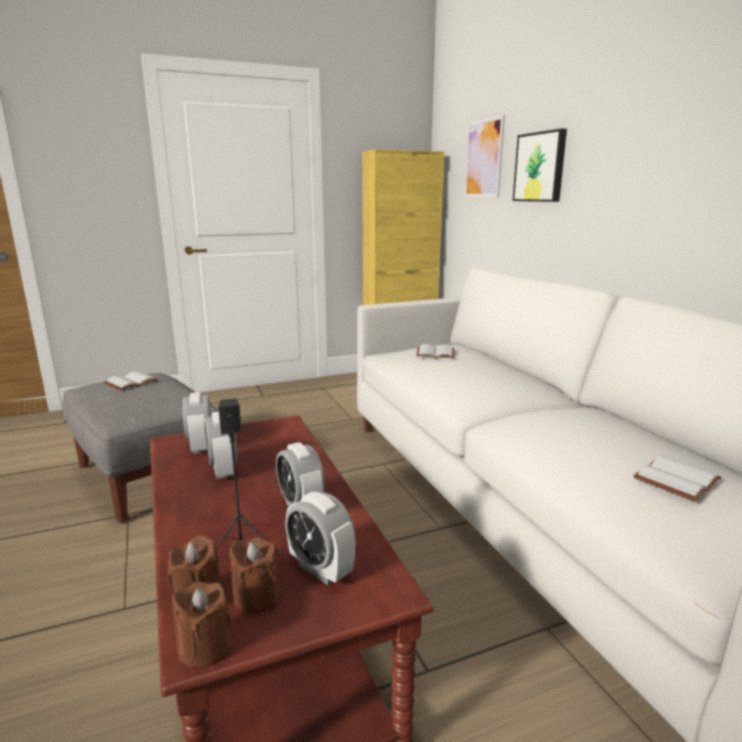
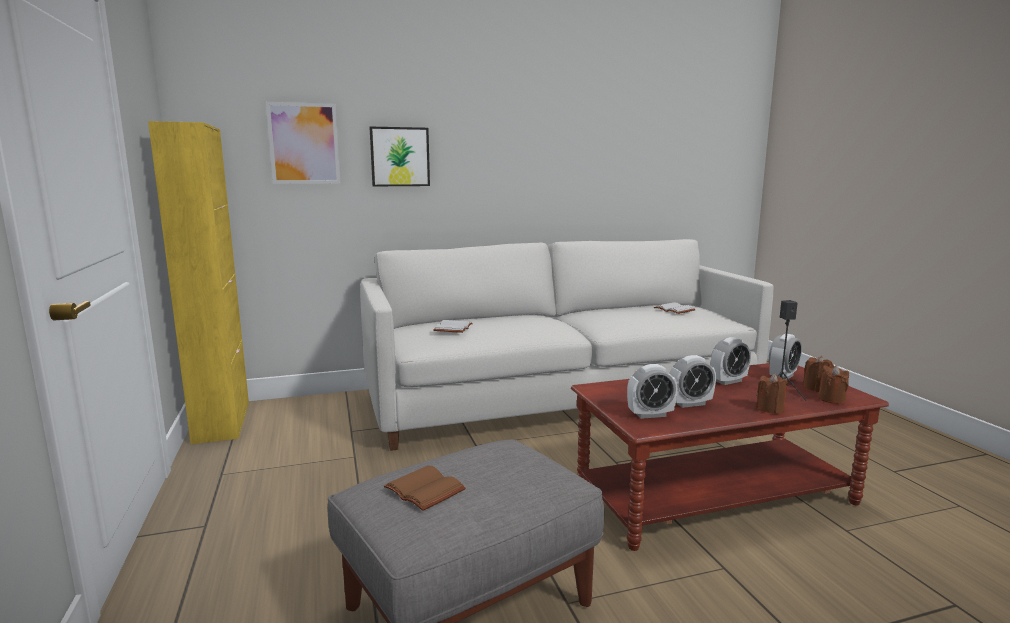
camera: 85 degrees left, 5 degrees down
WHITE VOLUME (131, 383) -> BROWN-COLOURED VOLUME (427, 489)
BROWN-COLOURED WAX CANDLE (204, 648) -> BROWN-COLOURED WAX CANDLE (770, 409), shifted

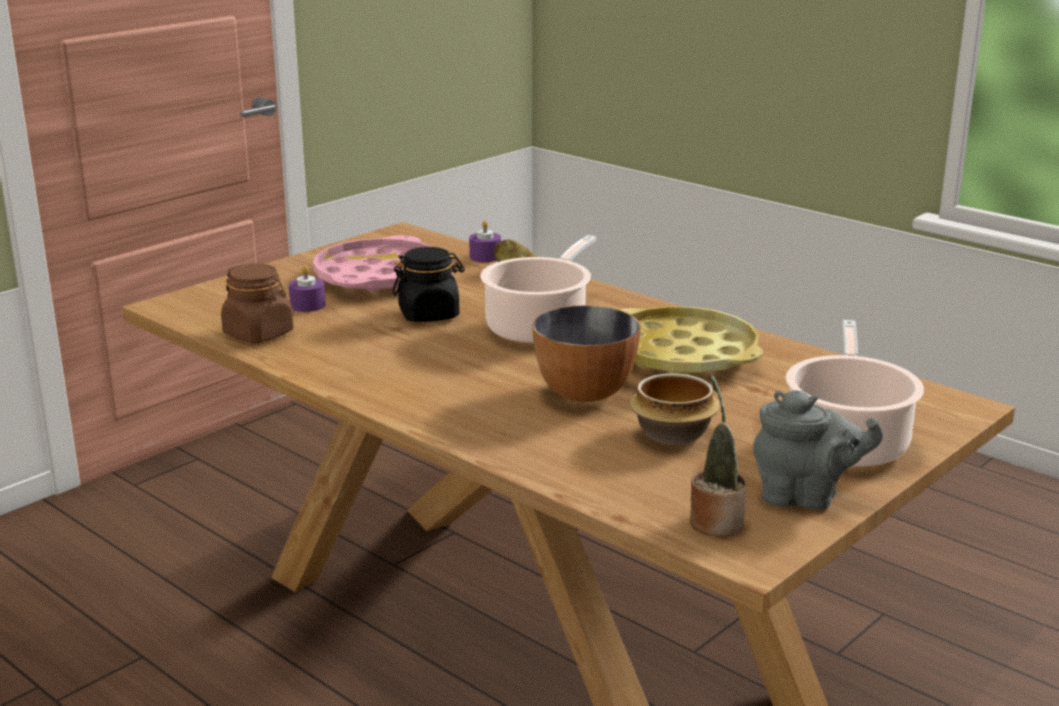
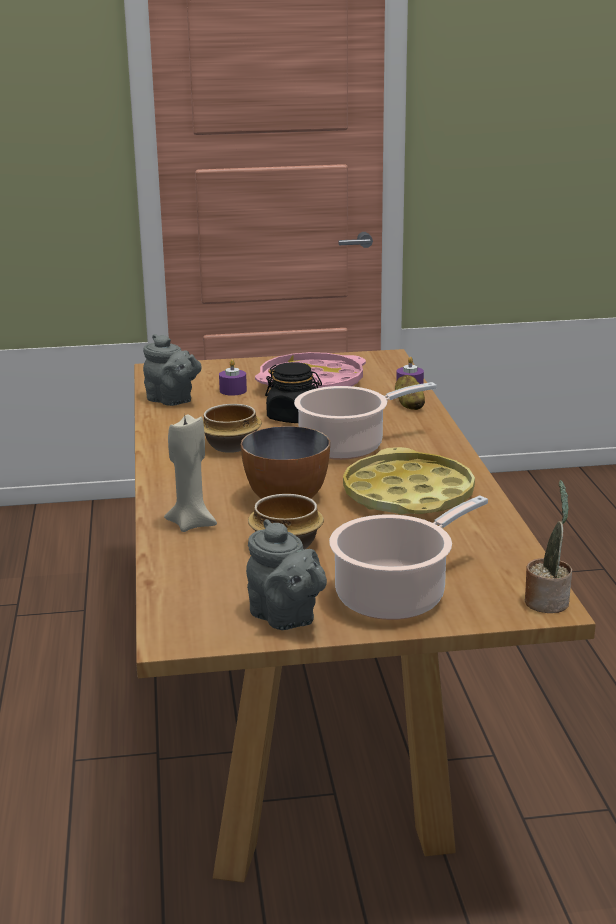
camera: 40 degrees right, 0 degrees up
BROWN-COLOURED PRESERVE JAR (259, 334) -> GREY TEA POT (172, 401)
POTTED PLANT (715, 520) -> POTTED PLANT (547, 600), shifted
none -> BEIGE WAX CANDLE (191, 523)
none -> DEEP DISH (232, 447)

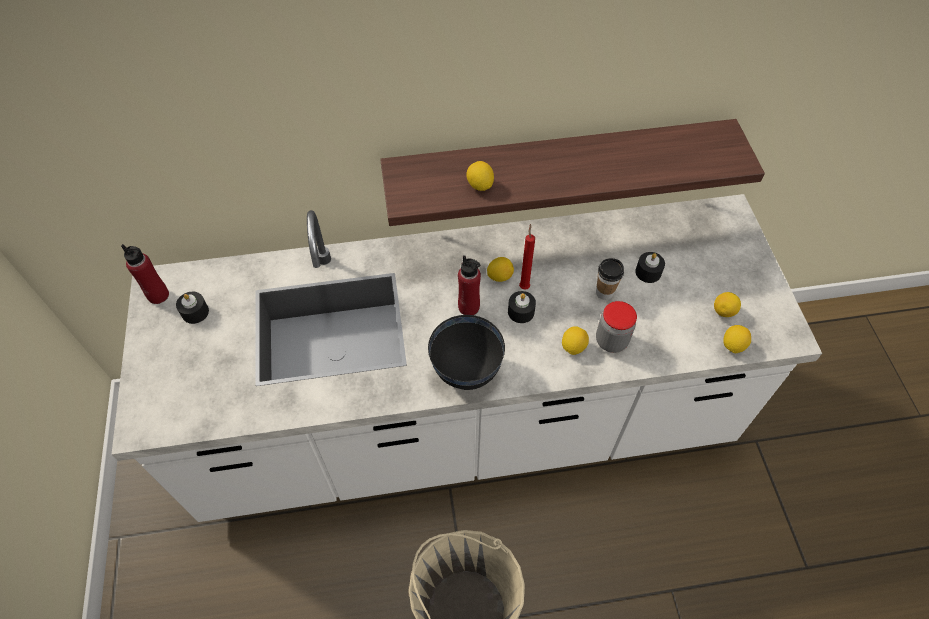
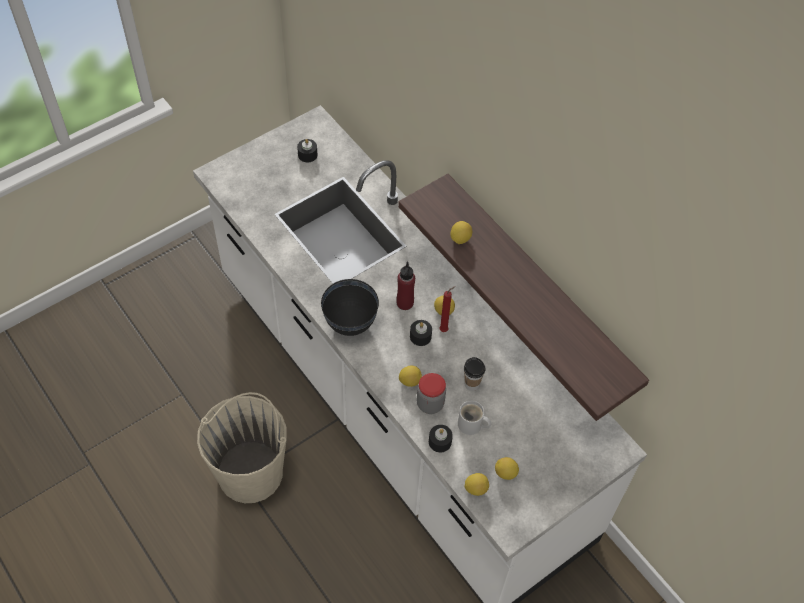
camera: 60 degrees right, 0 degrees up
RED-COLOURED BOTTLE (158, 295) -> none
BLACK WAX CANDLE (648, 272) -> BLACK WAX CANDLE (440, 441), shifted
none -> WHITE MUG (472, 425)

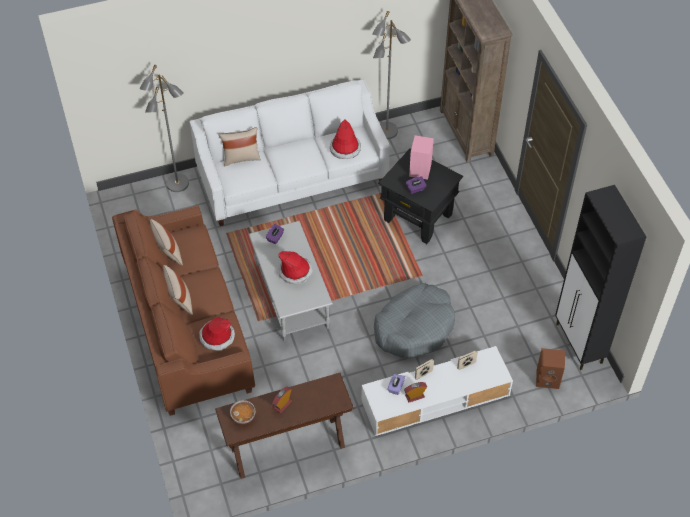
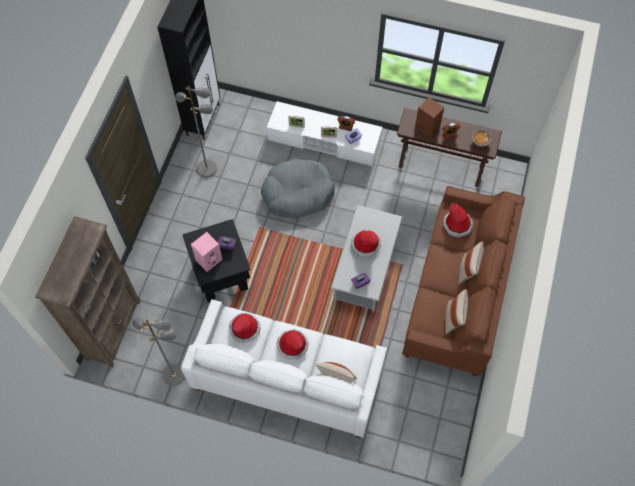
camera: 145 degrees left, 10 degrees up
GREY STANDING LAMP (177, 184) -> GREY STANDING LAMP (207, 168), shifted
BROWN-COLOURED AUDIO SPEAKER (548, 378) -> BROWN-COLOURED AUDIO SPEAKER (426, 127), shifted
none -> CLOTHING HAT (292, 345)

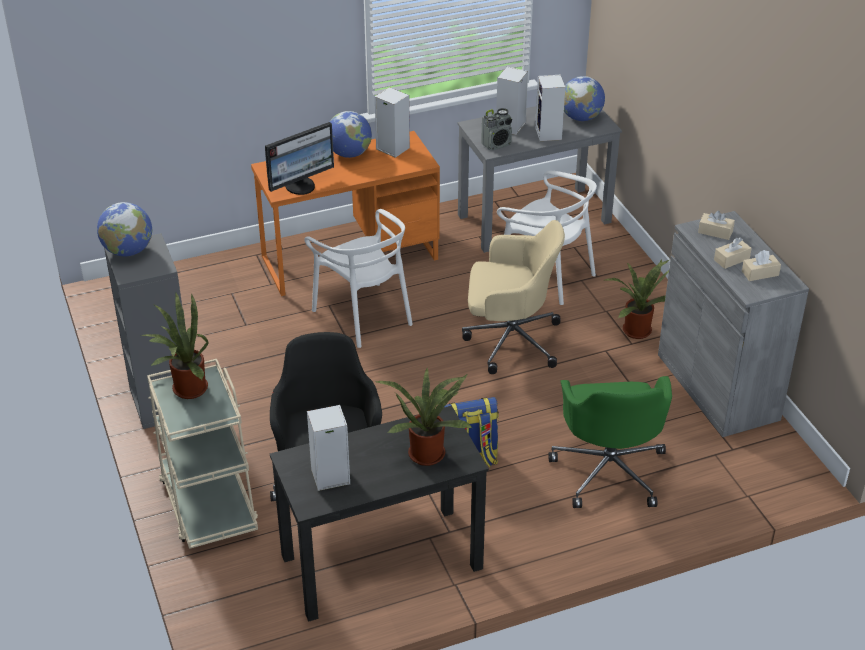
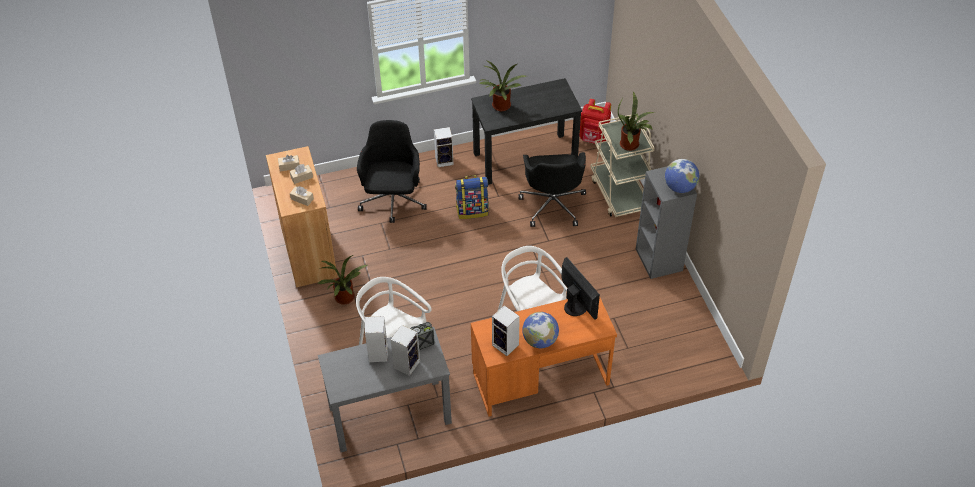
camera: 175 degrees left, 10 degrees up
COMPUTER SCREEN (301, 186) -> COMPUTER SCREEN (576, 306), 90 degrees clockwise
AUDIO SPEAKER (329, 478) -> AUDIO SPEAKER (445, 160), shifted
BEIGE DESK CHAIR (510, 340) -> none
GREEN DESK CHAIR (609, 470) -> BLACK DESK CHAIR (393, 201)
WORLD GLOBE (581, 118) -> none
GREY CABINET (717, 386) -> BROWN-COLOURED CABINET (308, 251)
none -> RED-COLOURED KNAPSACK (593, 139)

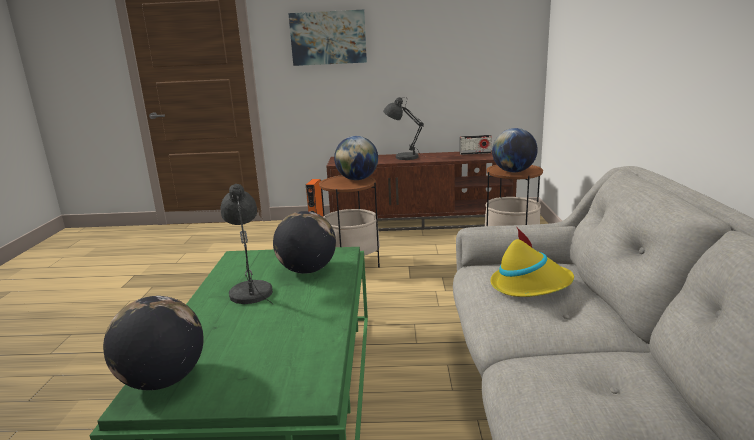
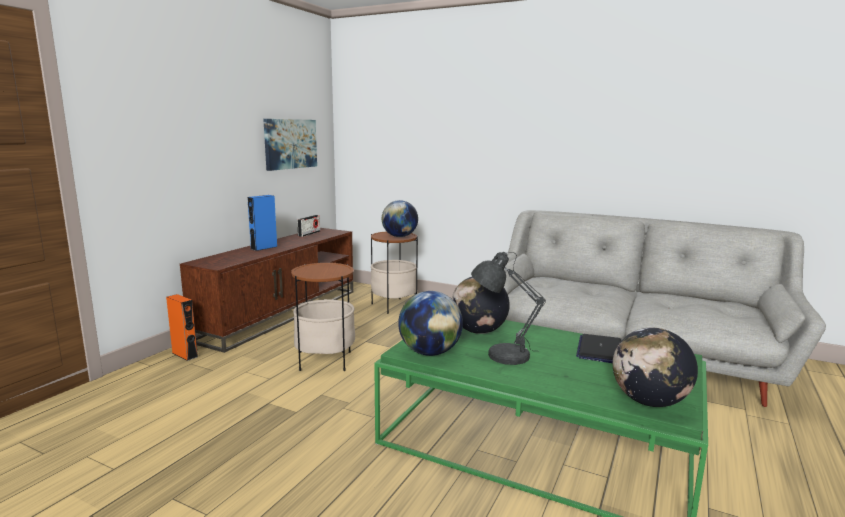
camera: 65 degrees left, 5 degrees down
WALL PICTURE (328, 38) -> WALL PICTURE (290, 144), shifted
WORLD GLOBE (357, 179) -> WORLD GLOBE (430, 352), shifted
GREY TABLETOP LAMP (404, 157) -> BLUISH AUDIO SPEAKER (264, 248)
YELLOWISH CLOTHING HAT (530, 285) -> none
none -> NOTEBOOK COMPUTER (599, 350)

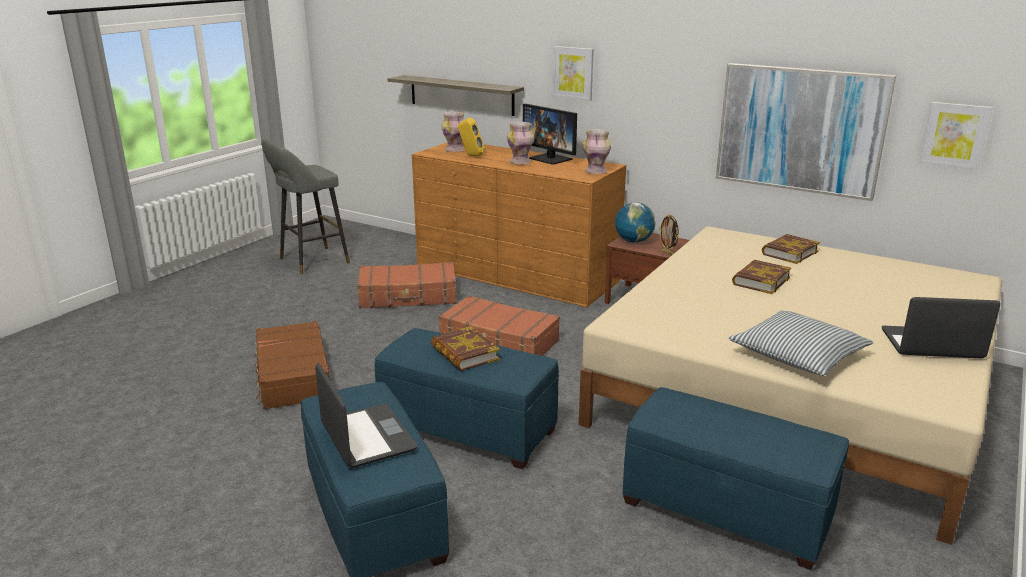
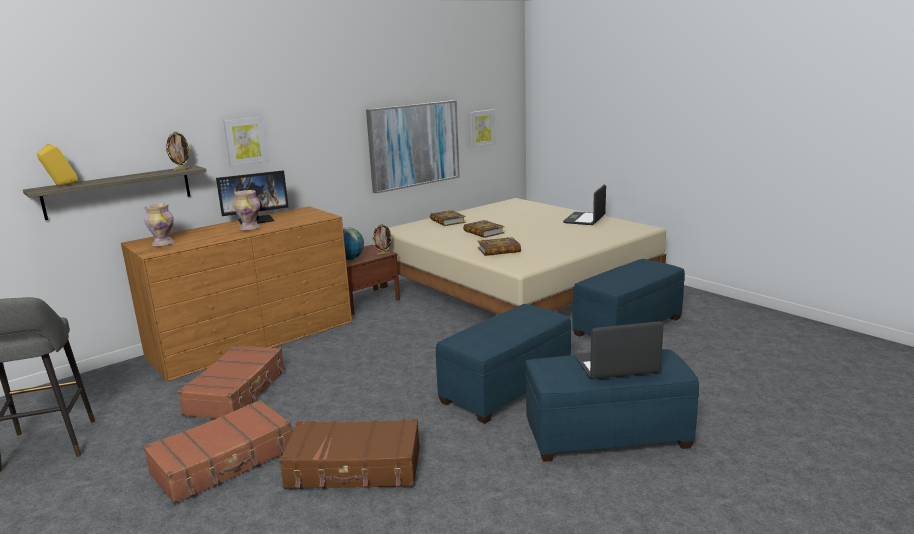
camera: 70 degrees left, 5 degrees down
VOLUME (464, 354) -> VOLUME (499, 250), shifted
BROWN-COLOURED TRAVEL CASE (499, 341) -> BROWN-COLOURED TRAVEL CASE (224, 462), shifted
YELLOWISH AUDIO SPEAKER (471, 156) -> YELLOWISH AUDIO SPEAKER (61, 186), shifted
DECORATIVE VASE (596, 171) -> none
PILLOW (798, 355) -> none
none -> PHOTO FRAME (181, 169)

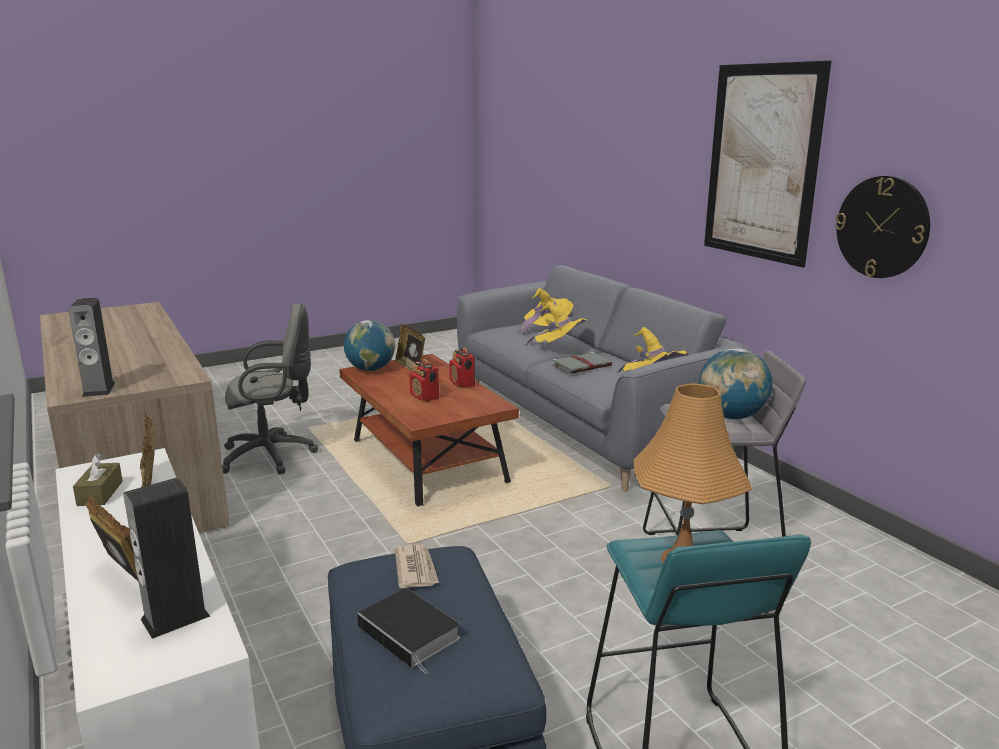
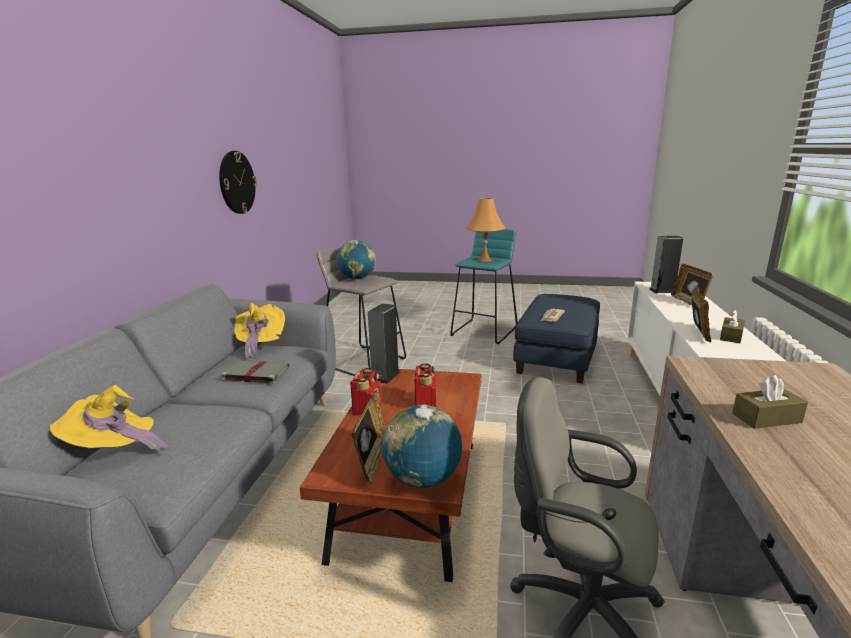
camera: 140 degrees left, 0 degrees up
AUDIO SPEAKER (99, 389) -> AUDIO SPEAKER (385, 376), shifted
VOLUME (411, 633) -> none
YELLOWISH CLOTHING HAT (558, 348) -> none
WALL PICTURE (761, 163) -> none
none -> BROWN-COLOURED TISSUE HOLDER (766, 418)

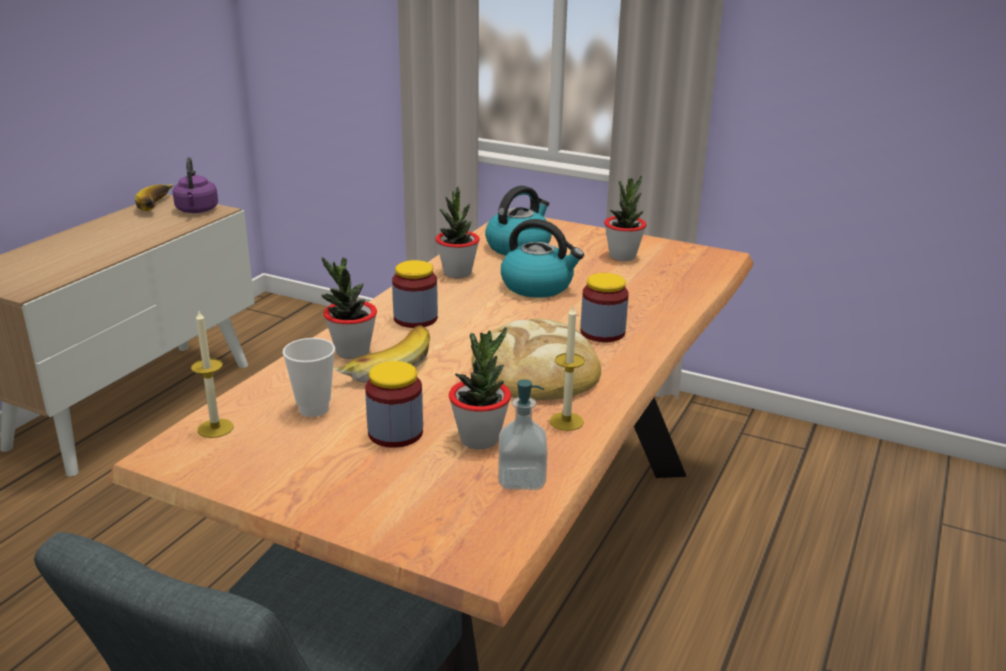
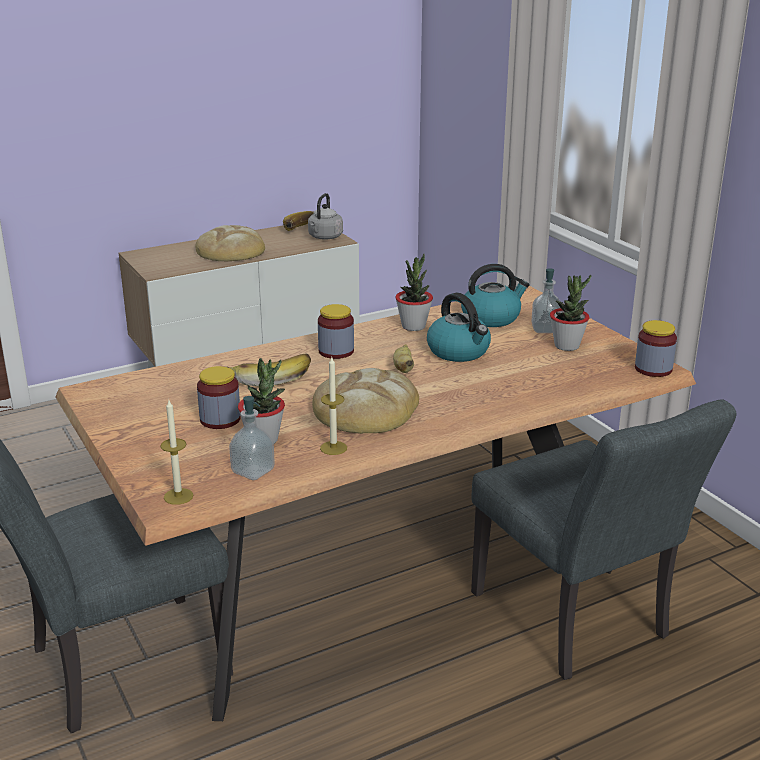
camera: 35 degrees right, 0 degrees up
PURPLE TEA KETTLE (197, 211) -> GREY TEA KETTLE (324, 237)
WAX CANDLE (215, 428) -> WAX CANDLE (178, 496), shifted
CUP (314, 409) -> none
POTTED PLANT (352, 352) -> none
PRESERVE JAR (602, 332) -> PRESERVE JAR (653, 369), shifted
none -> BREAD (231, 250)
none -> WHOLE BANANA (403, 368)
none -> GREY UPRIGHT CHAIR (578, 623)
none -> SOAP BOTTLE (545, 329)

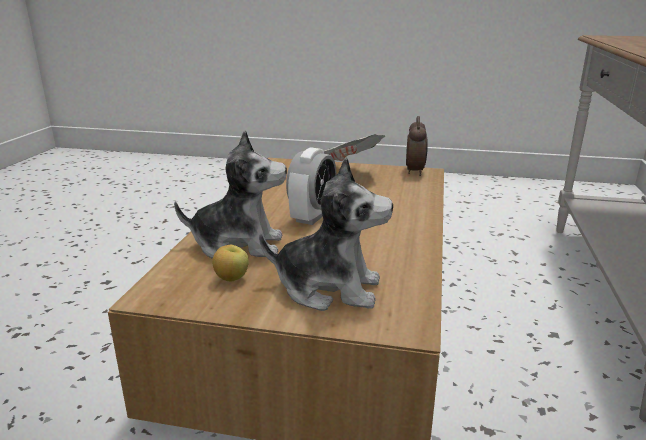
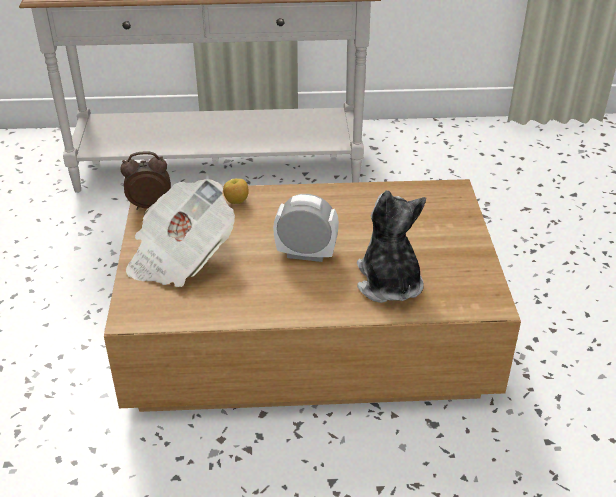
camera: 105 degrees left, 15 degrees up
WHOLE APPLE (231, 278) -> WHOLE APPLE (236, 201), shifted
CUDDLY TOY (329, 288) -> none

